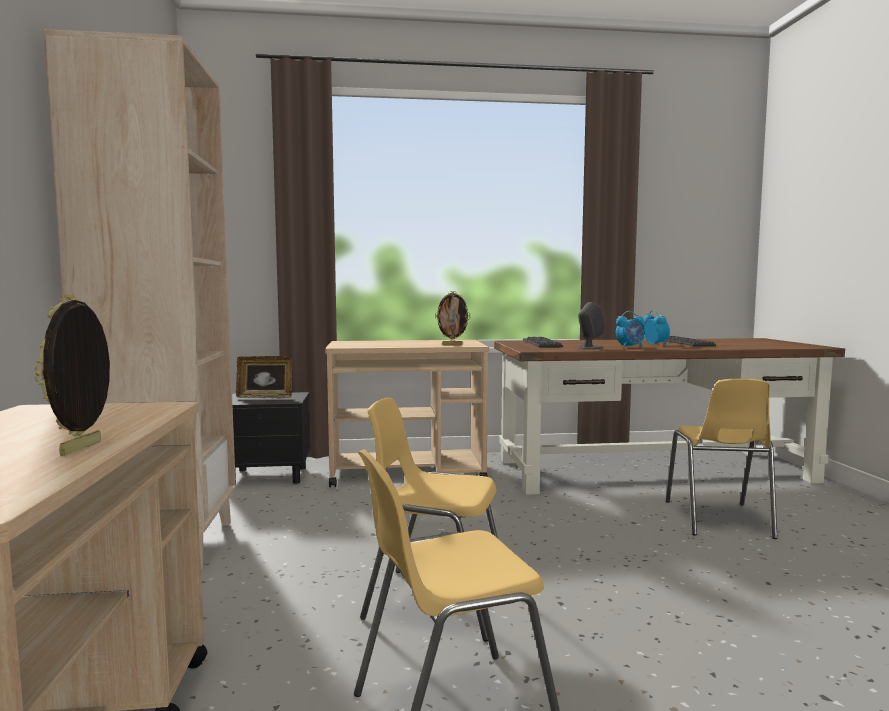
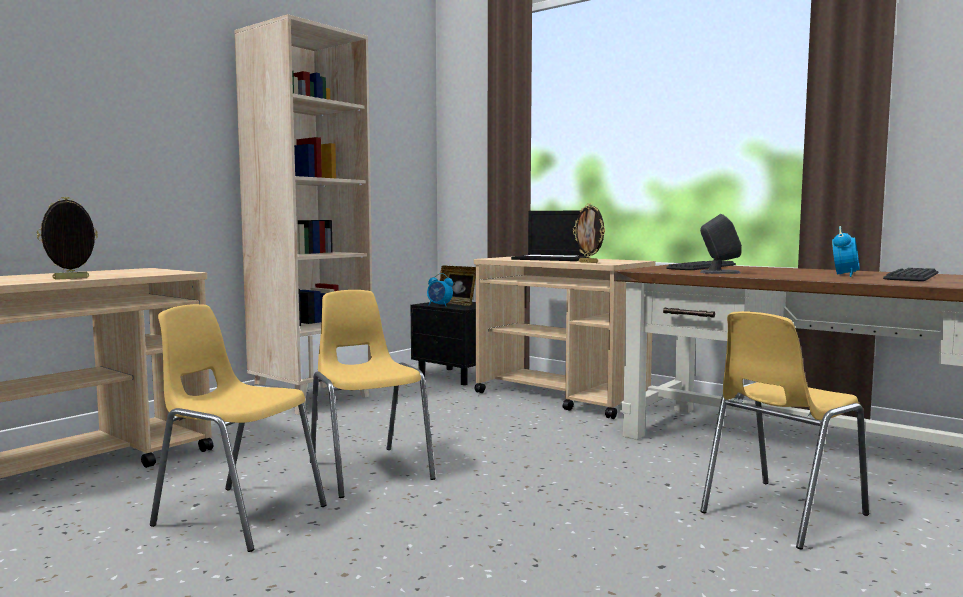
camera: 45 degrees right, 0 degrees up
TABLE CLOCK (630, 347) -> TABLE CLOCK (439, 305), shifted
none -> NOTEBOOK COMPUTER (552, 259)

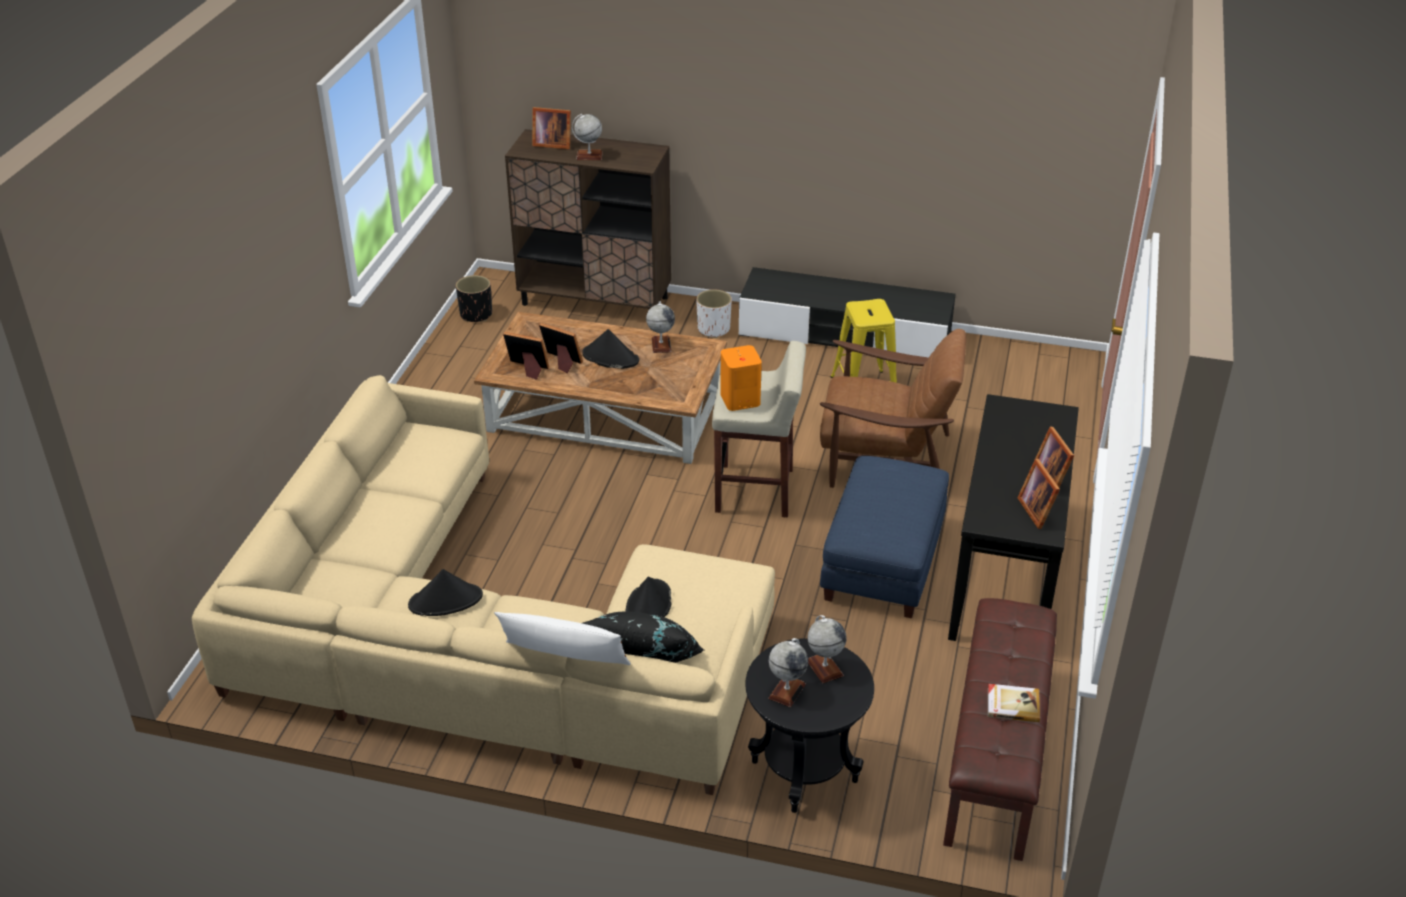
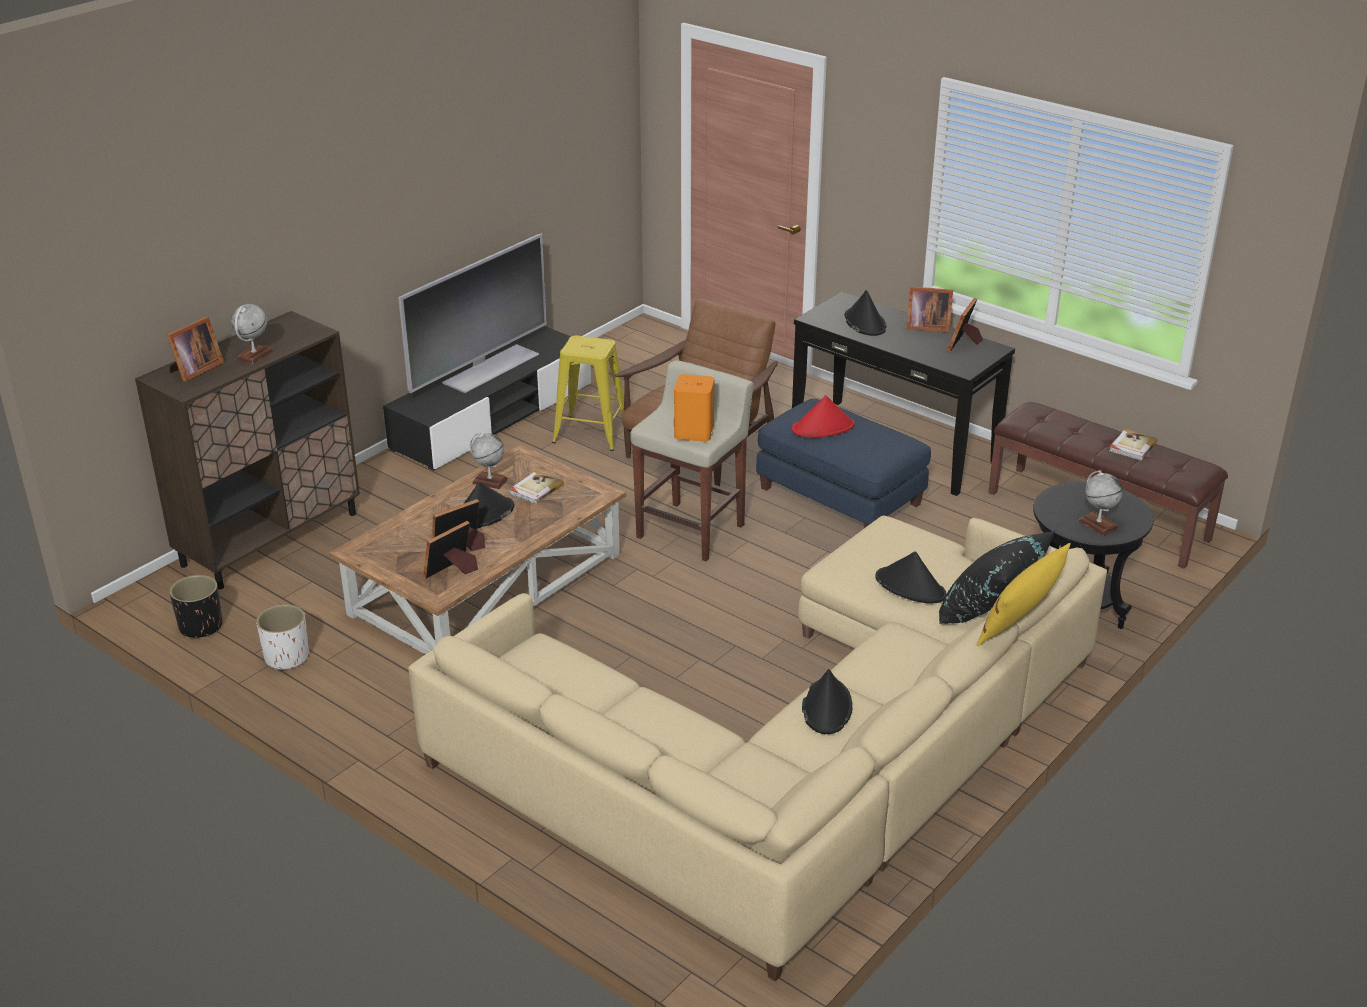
camera: 65 degrees left, 5 degrees down
WHITE PILLOW (564, 661) -> YELLOWISH PILLOW (1021, 619)
WHITE FLOWER POT (713, 329) -> WHITE FLOWER POT (286, 657), shifted
WORLD GLOBE (824, 668) -> none
PHOTO FRAME (1038, 510) -> PHOTO FRAME (964, 344), 105 degrees clockwise
none -> TV SET (489, 368)
none -> VOLUME (535, 489)
none -> RED-COLOURED CLOTHING HAT (823, 428)
none -> BLACK CLOTHING HAT (864, 322)

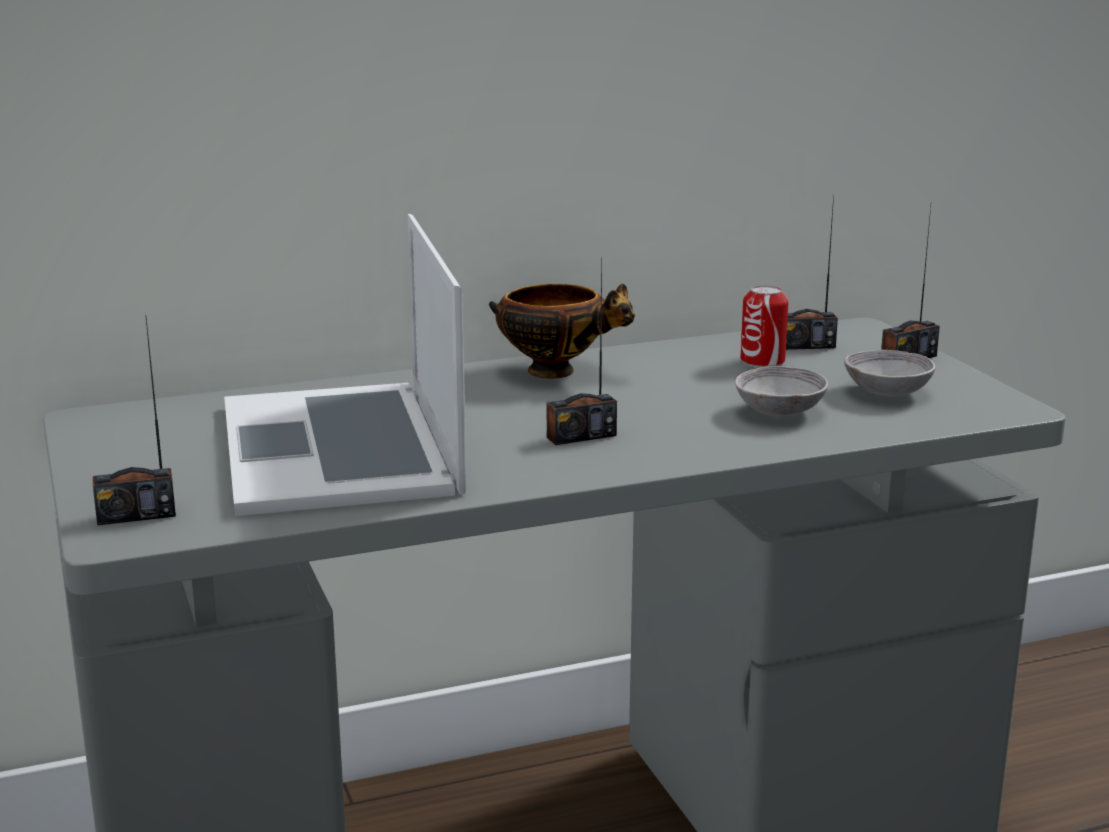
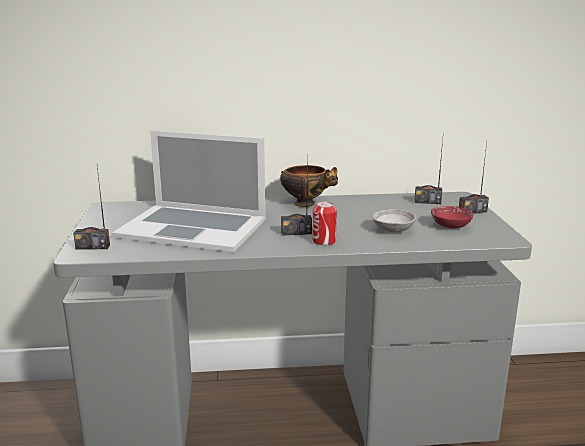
camera: 15 degrees right, 0 degrees up
NOTEBOOK COMPUTER (341, 448) -> NOTEBOOK COMPUTER (193, 228), 75 degrees counterclockwise
METAL CAN (762, 361) -> METAL CAN (324, 241), shifted
GREY DEEP DISH (886, 392) -> RED-COLOURED DEEP DISH (450, 226)

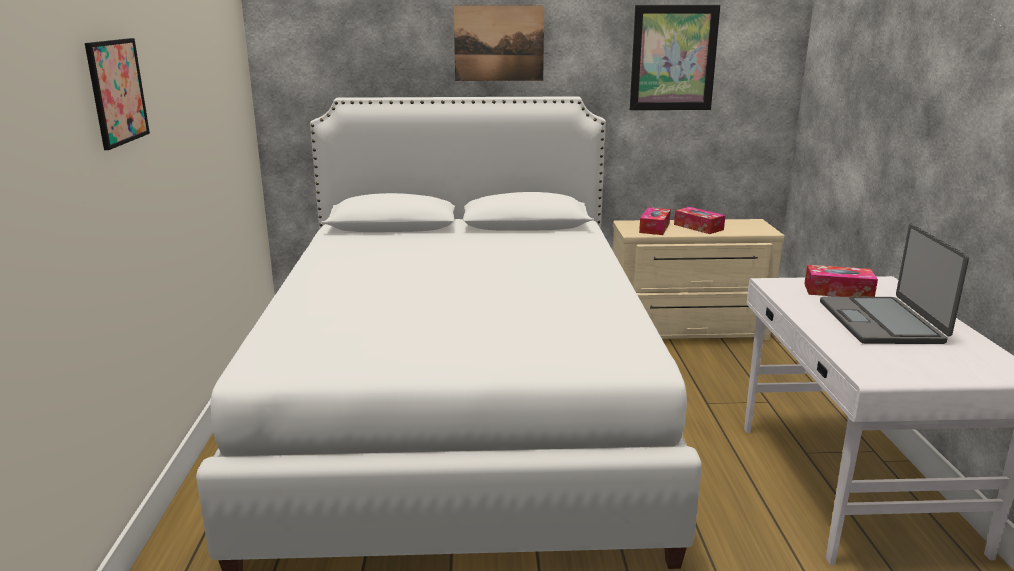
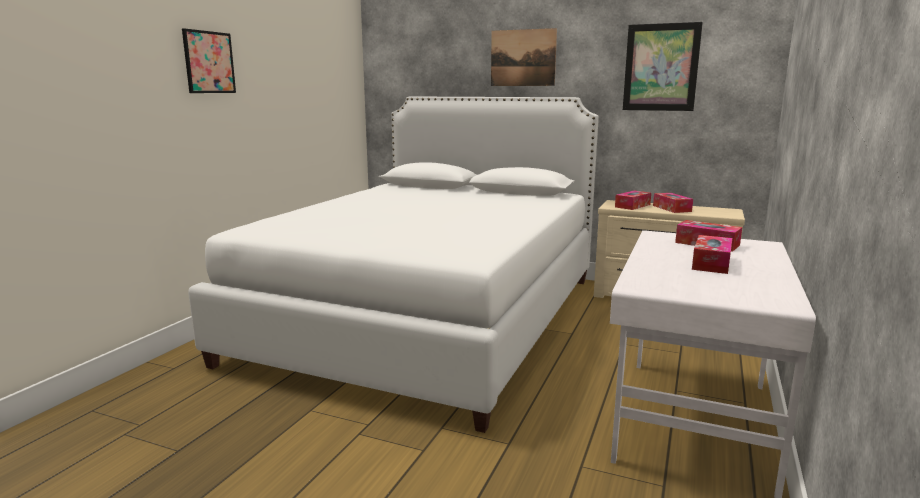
camera: 25 degrees right, 5 degrees down
NOTEBOOK COMPUTER (882, 322) -> TISSUE HOLDER (711, 263)

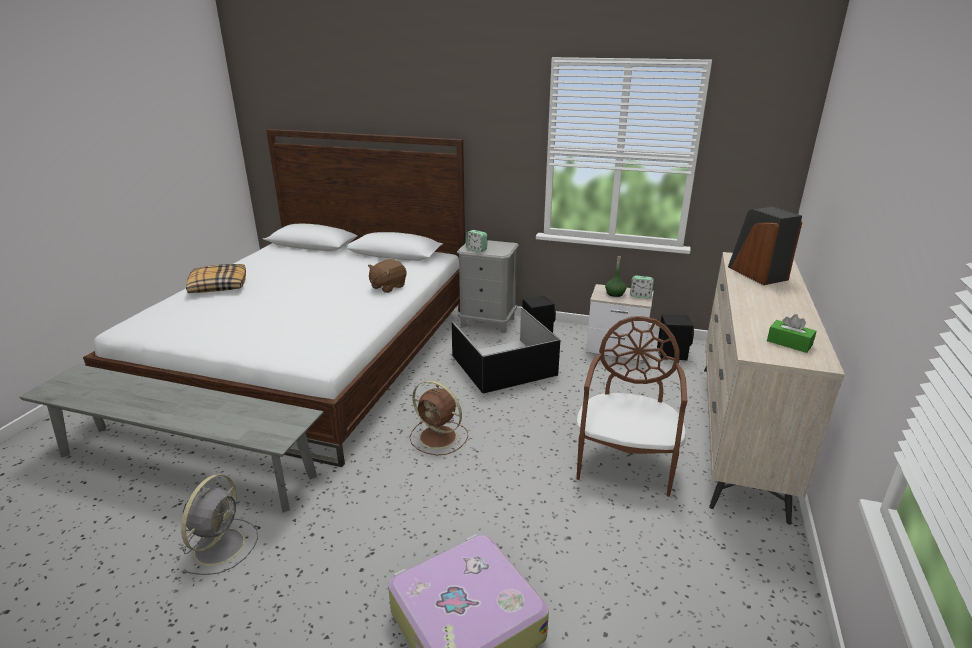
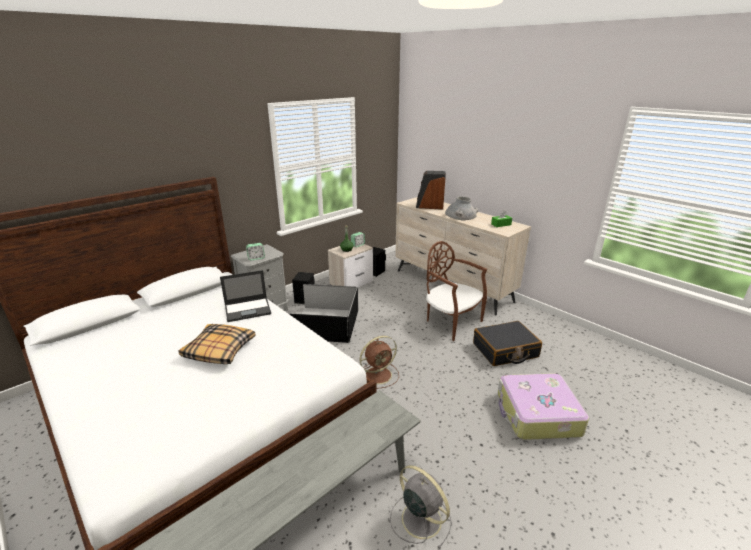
camera: 60 degrees left, 0 degrees up
PILLOW (218, 286) -> PILLOW (219, 350), shifted
BROWN-COLOURED CUDDLY TOY (387, 287) -> NOTEBOOK COMPUTER (248, 309)
none -> GREY DECORATIVE VASE (461, 215)
none -> BLACK TRAVEL CASE (505, 350)

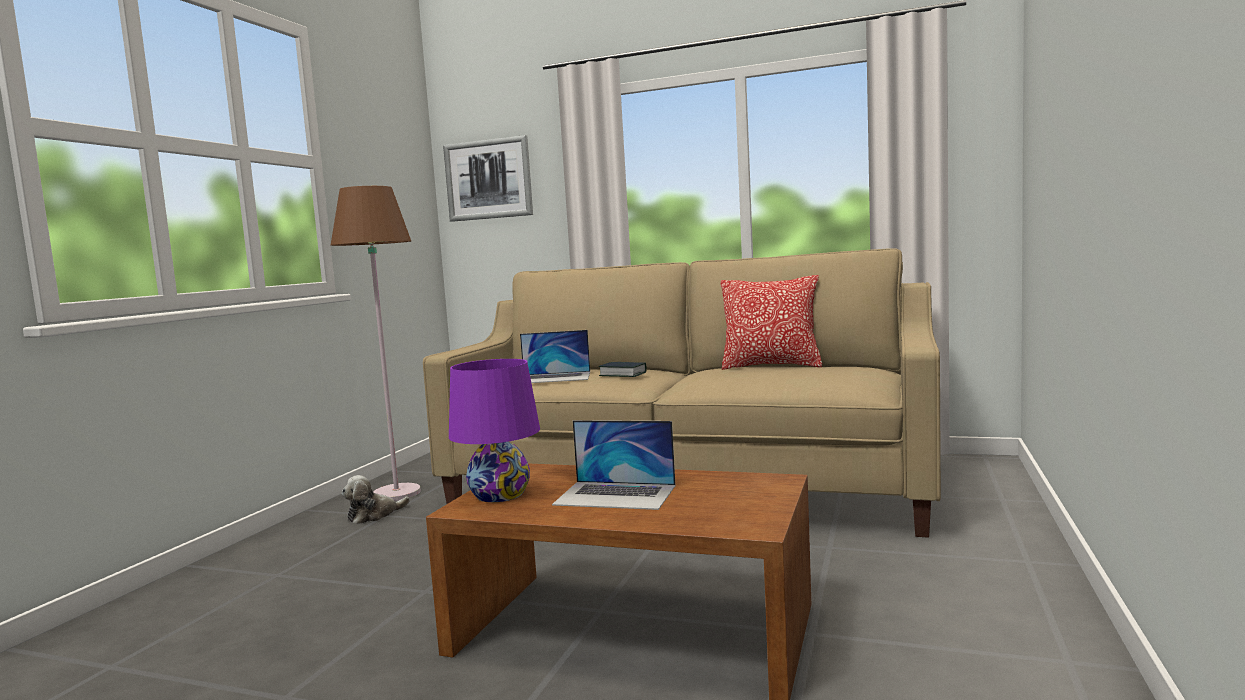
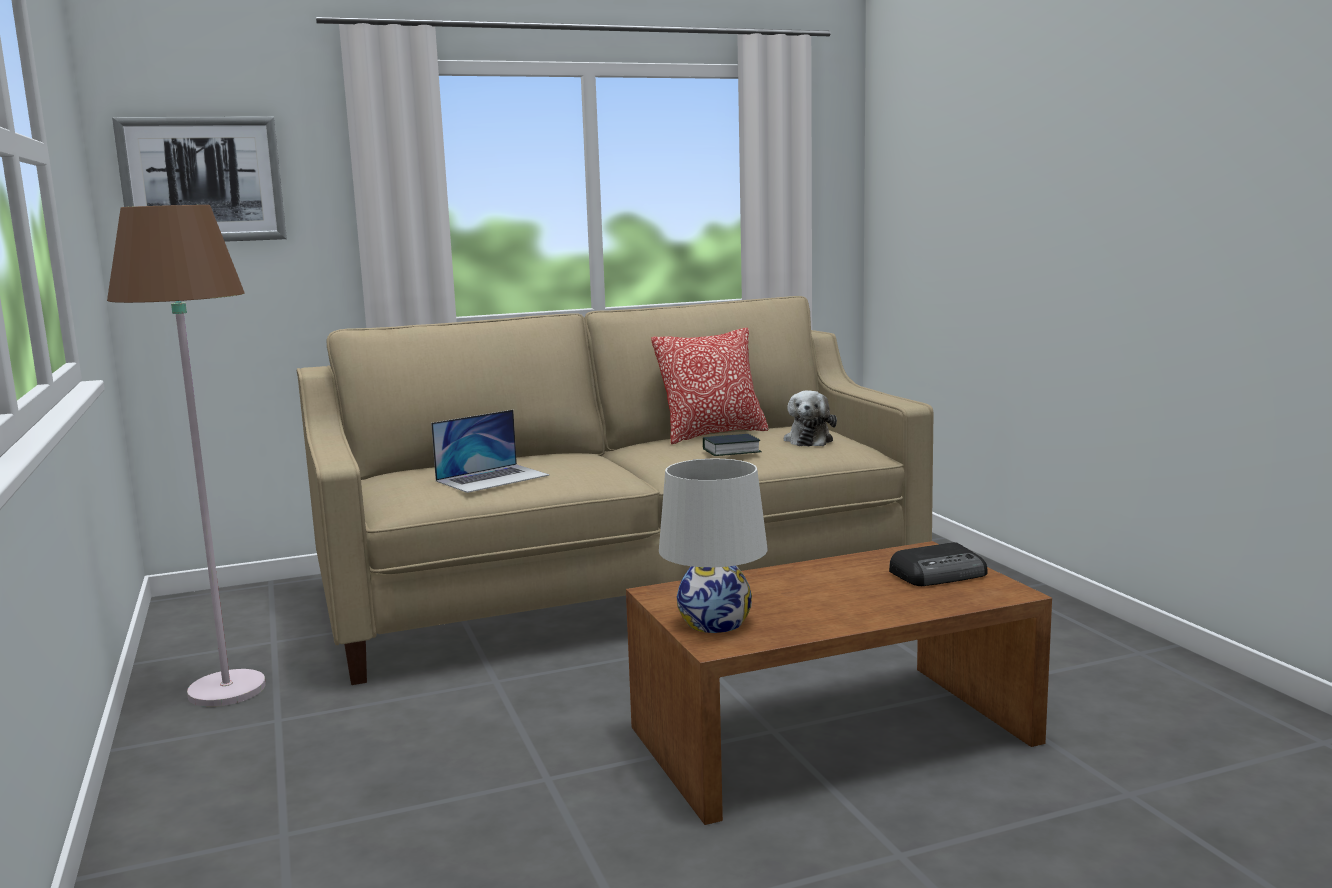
camera: 40 degrees left, 5 degrees up
CUDDLY TOY (374, 515) -> CUDDLY TOY (809, 440), shifted
PURPLE TABLETOP LAMP (500, 495) -> WHITE TABLETOP LAMP (715, 622)
NOTEBOOK COMPUTER (615, 495) -> none
VOLUME (623, 374) -> VOLUME (731, 451), shifted
none -> RADIO SET (940, 574)

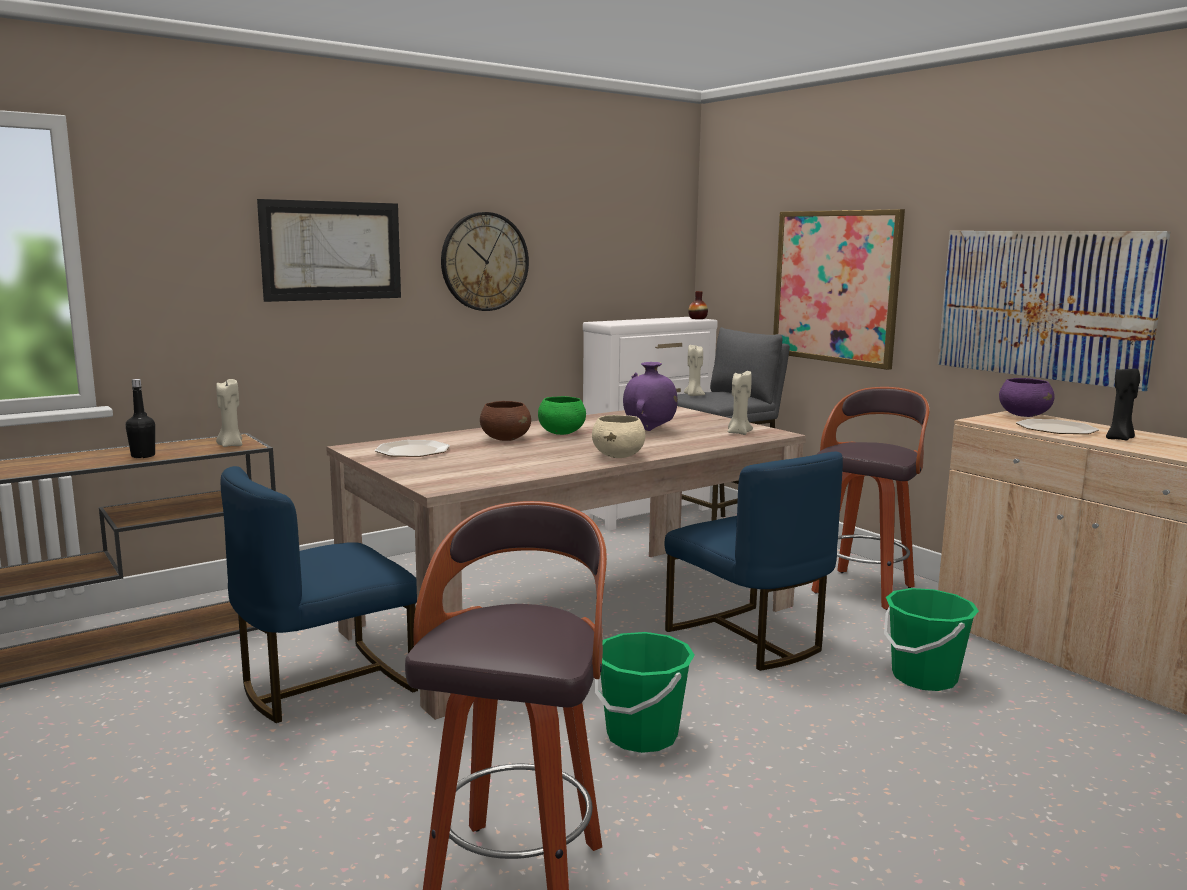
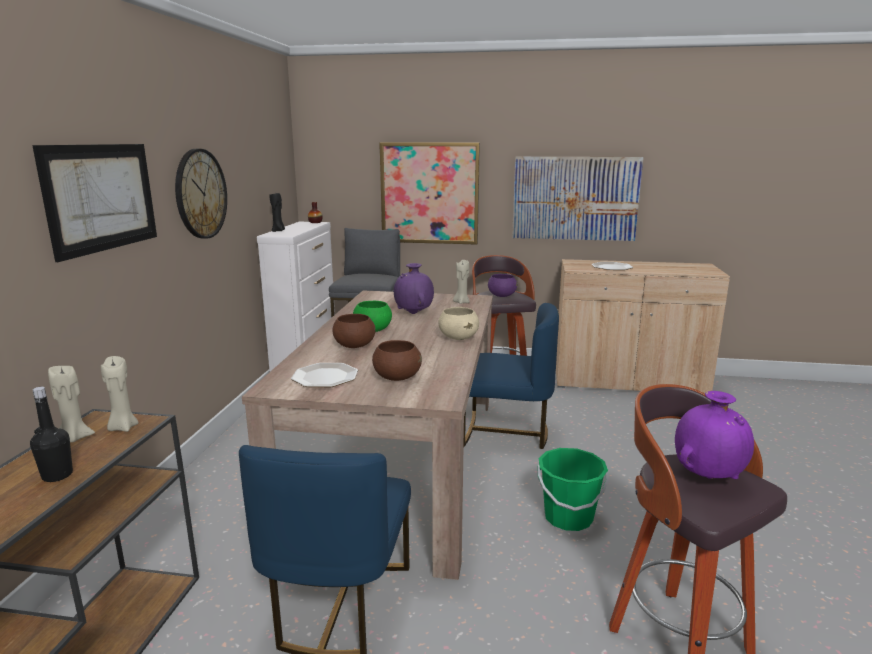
camera: 45 degrees left, 5 degrees up
BEIGE WAX CANDLE (693, 395) -> BEIGE WAX CANDLE (75, 438), shifted
GREEN WATER BUCKET (924, 678) -> none
PURPLE DEEP DISH (1024, 415) -> PURPLE DEEP DISH (501, 296), shifted
BLACK WAX CANDLE (1120, 439) -> BLACK WAX CANDLE (278, 231), shifted
none -> BROWN-COLOURED DEEP DISH (397, 377)
none -> PURPLE DECORATIVE VASE (708, 476)

